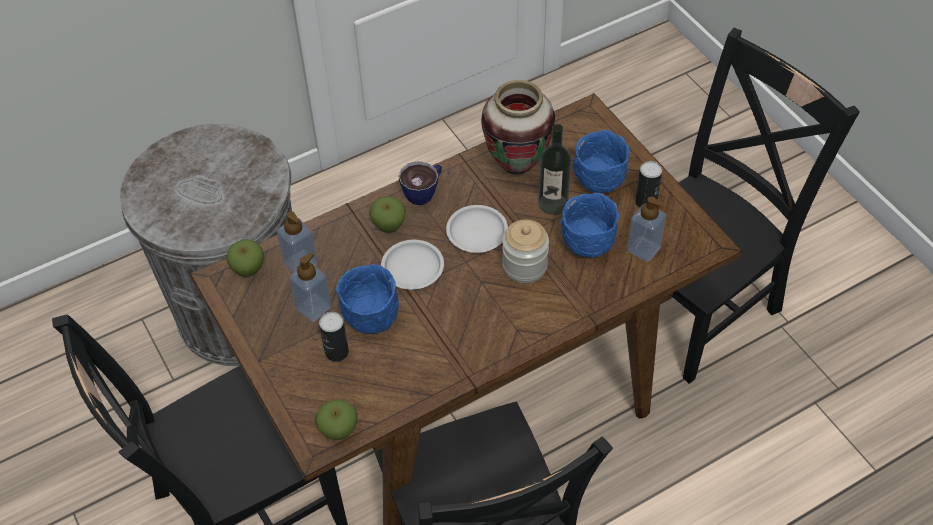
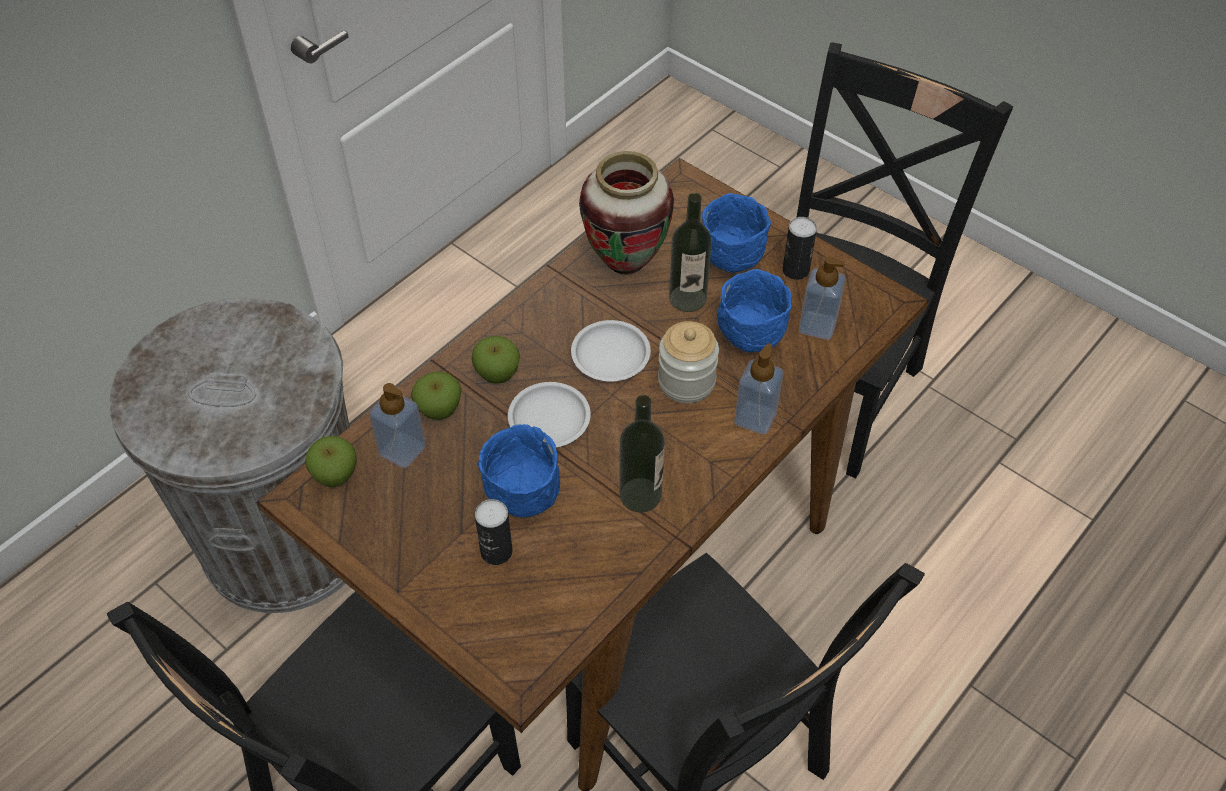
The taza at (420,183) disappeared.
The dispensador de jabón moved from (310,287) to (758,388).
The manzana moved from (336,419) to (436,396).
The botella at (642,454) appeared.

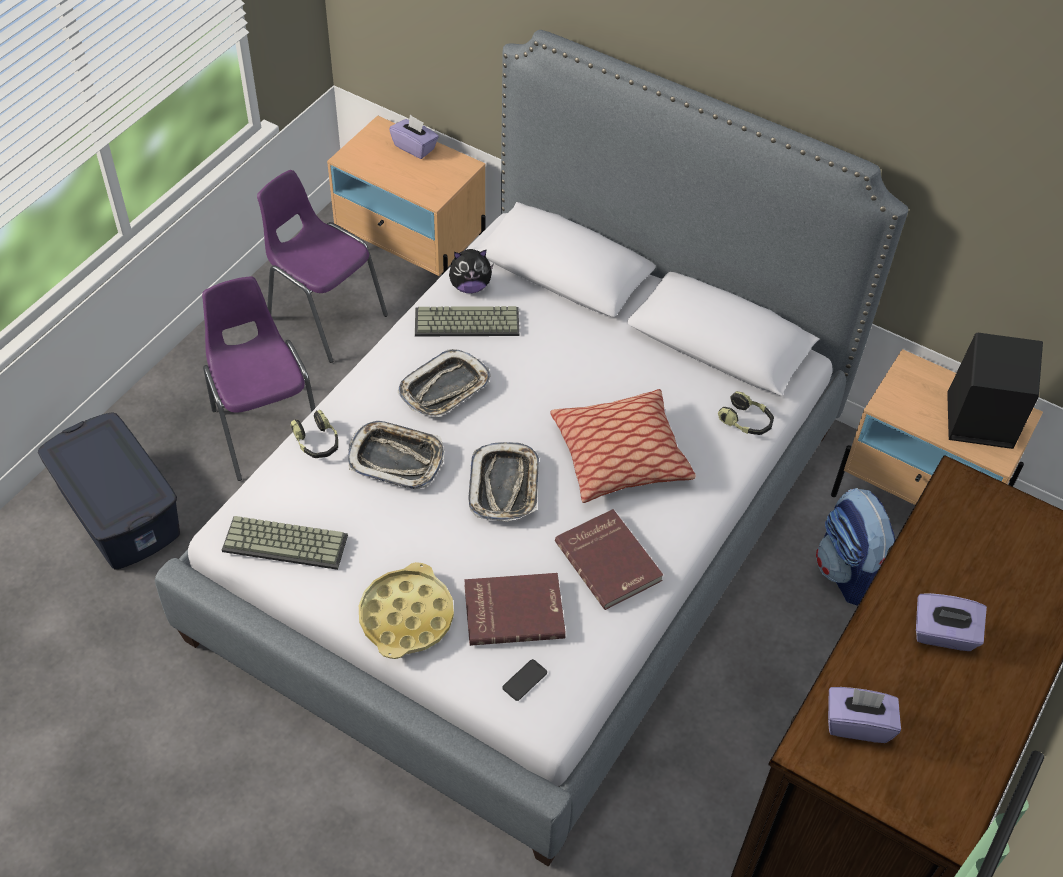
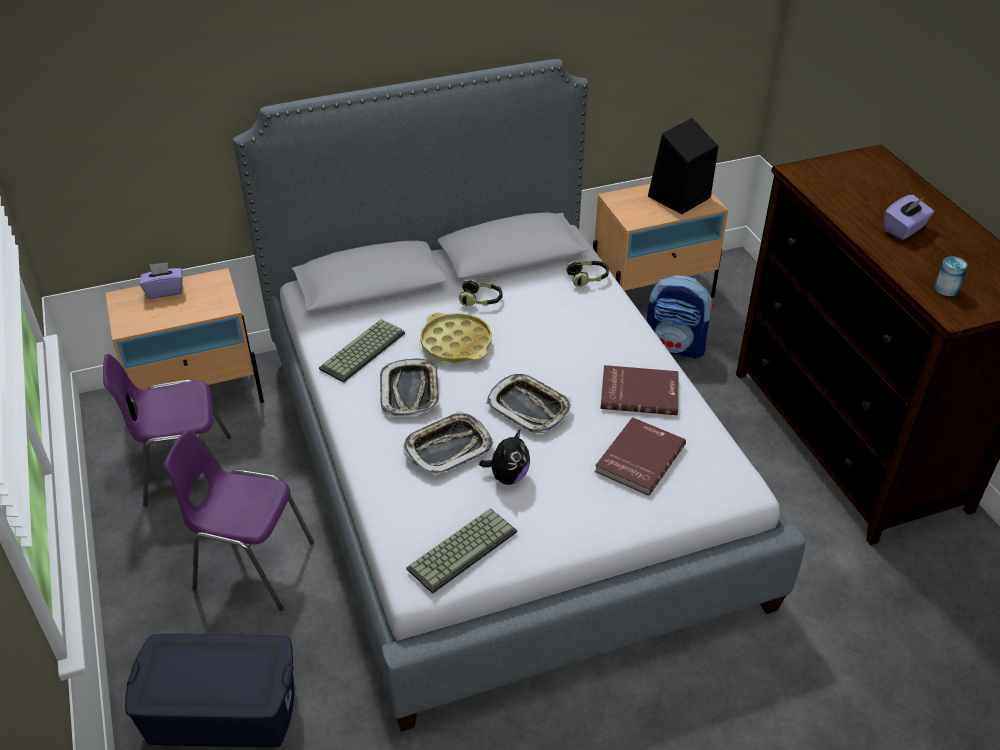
The peluche moved from (471,271) to (504,457).
The cojín at (623,446) disappeared.
The auriculares moved from (314,434) to (481,292).
The bandeja (amarillo) moved from (406,610) to (456,337).
The móvil at (524,680) disappeared.
The caja de pañuelos (morado) at (864,715) was replaced by the lata at (951,276).

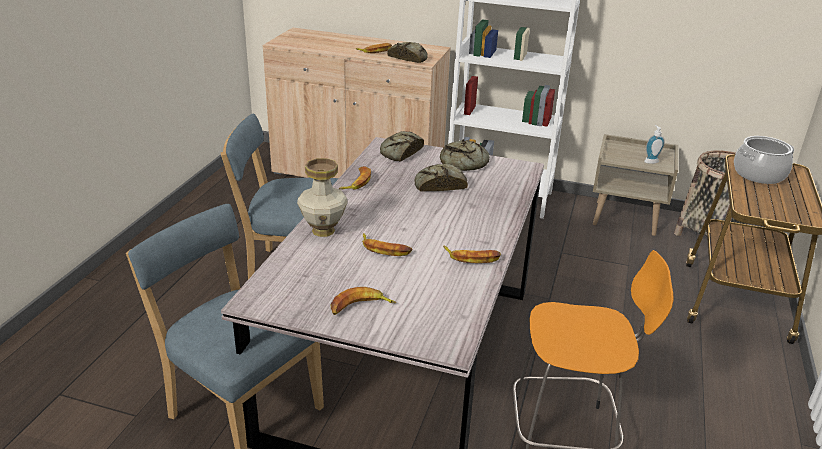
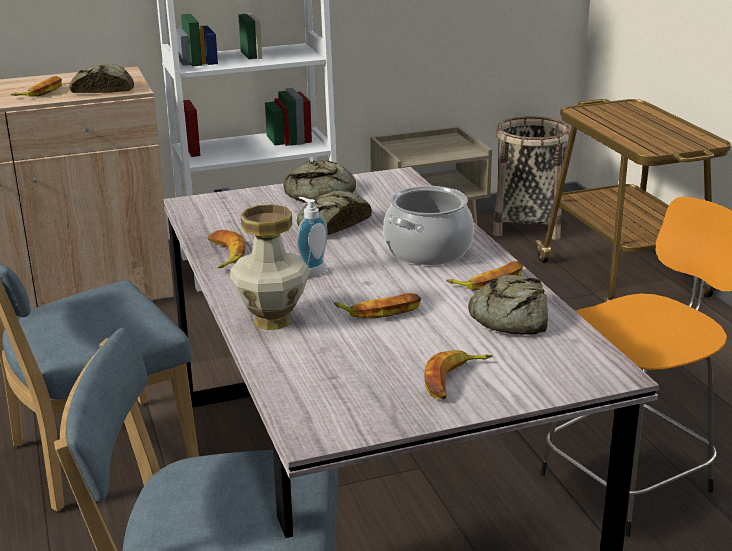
The dispensador de jabón moved from (654,144) to (312,237).
The pan moved from (402,146) to (508,304).
The olla moved from (764,160) to (428,225).

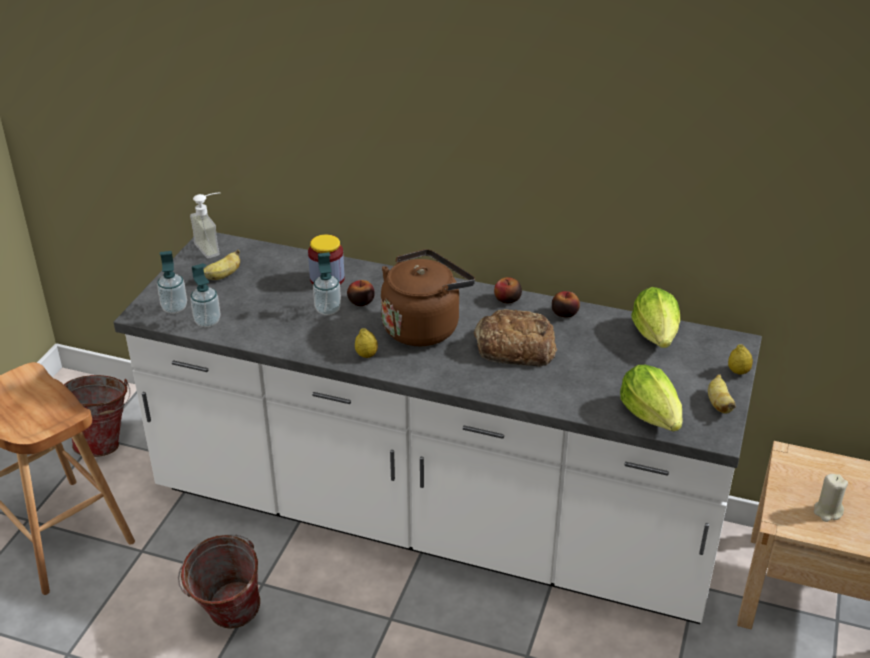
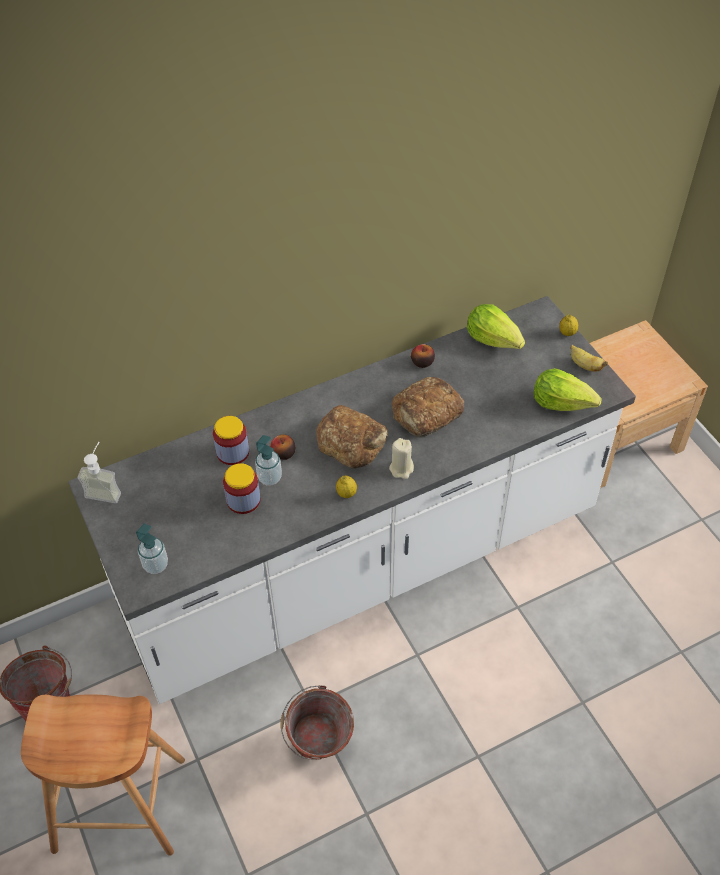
The hervidor (marrón) at (428,297) was replaced by the pan at (352,436).
The plátano at (222,265) disappeared.
The dispensador de jabón at (205,295) disappeared.
The manzana at (508,290) disappeared.
The vela (beis) moved from (831,498) to (401,458).
The tarro at (242,488) appeared.

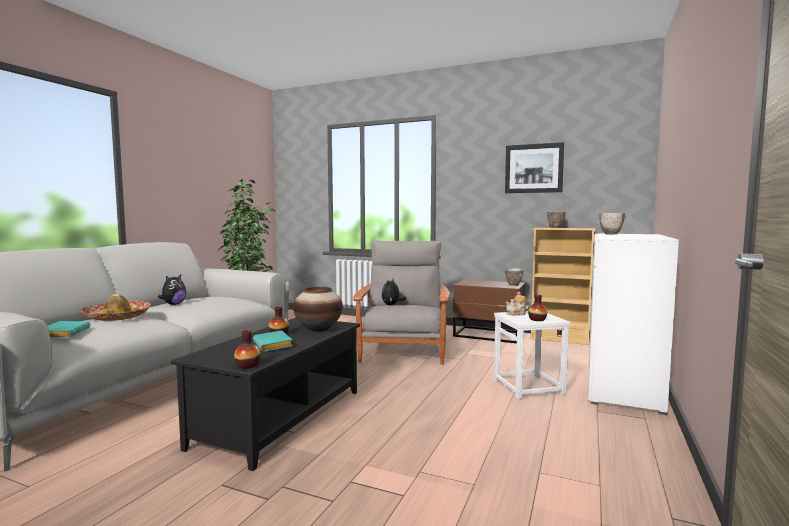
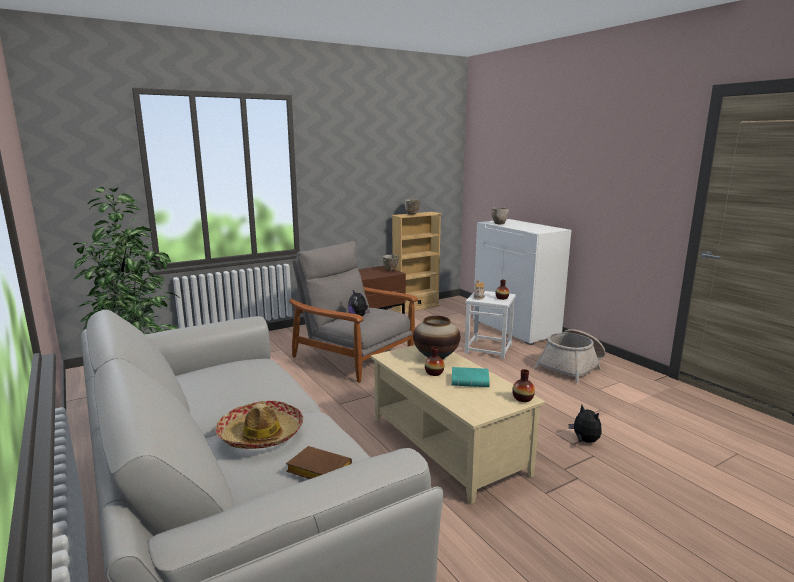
The cuadro at (534,167) disappeared.
The peluche moved from (172,289) to (585,424).
The mesa de centro (negro) at (265,394) became the mesa de centro (beis) at (458,424).
The libro (turquesa) at (69,329) became the libro (marrón) at (319,462).
The cesta at (570,356) appeared.

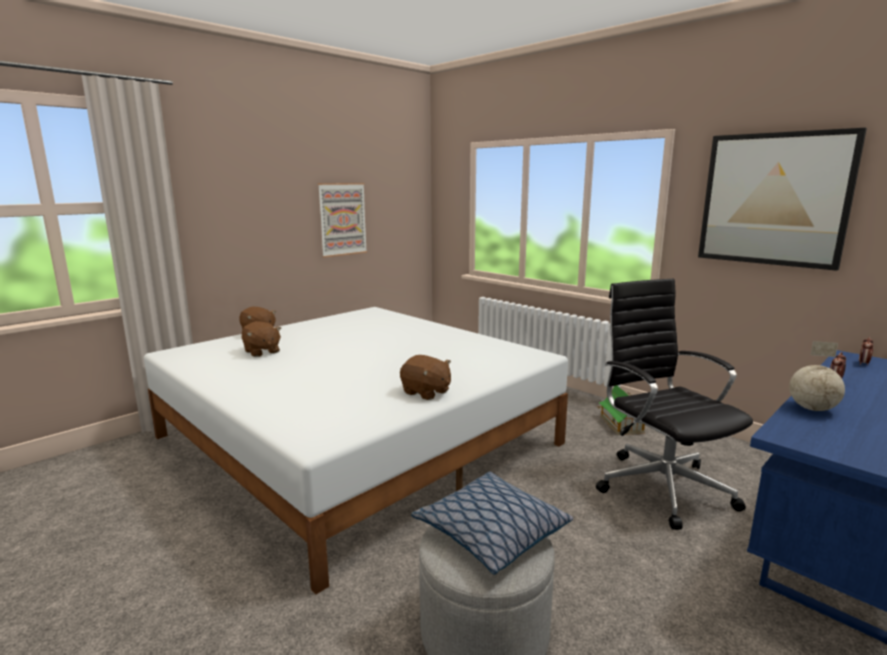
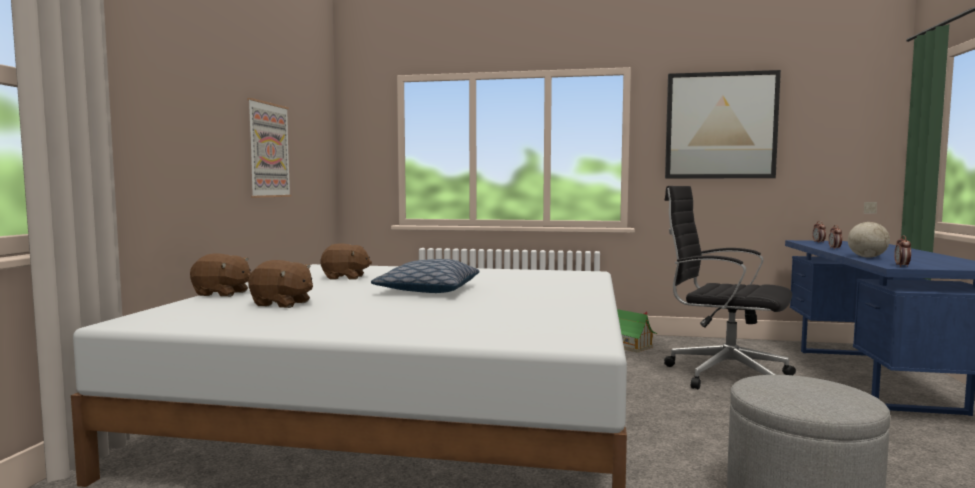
The peluche (marrón) moved from (425,377) to (346,261).
The cojín moved from (492,523) to (425,276).
The despertador at (902,251) appeared.

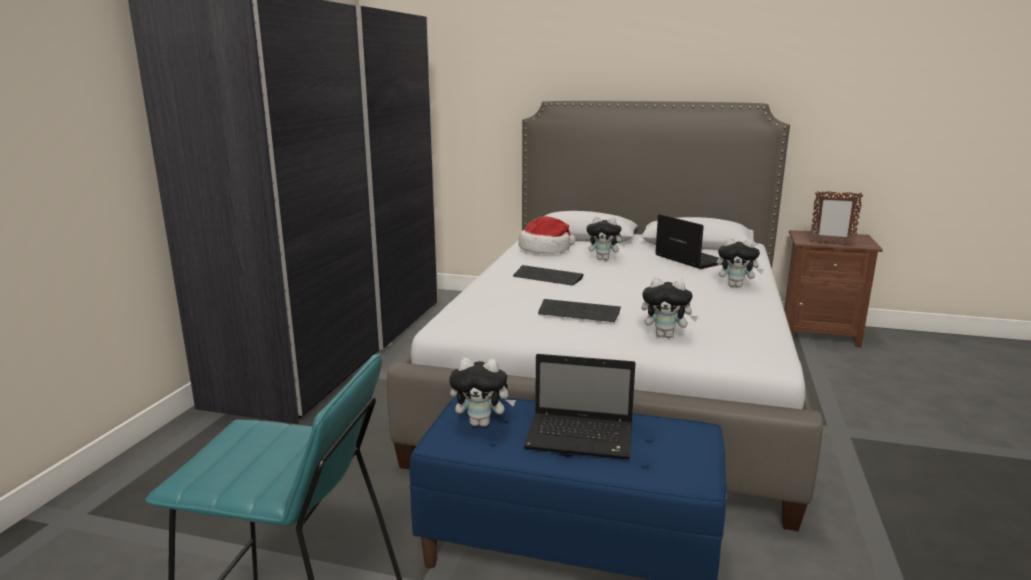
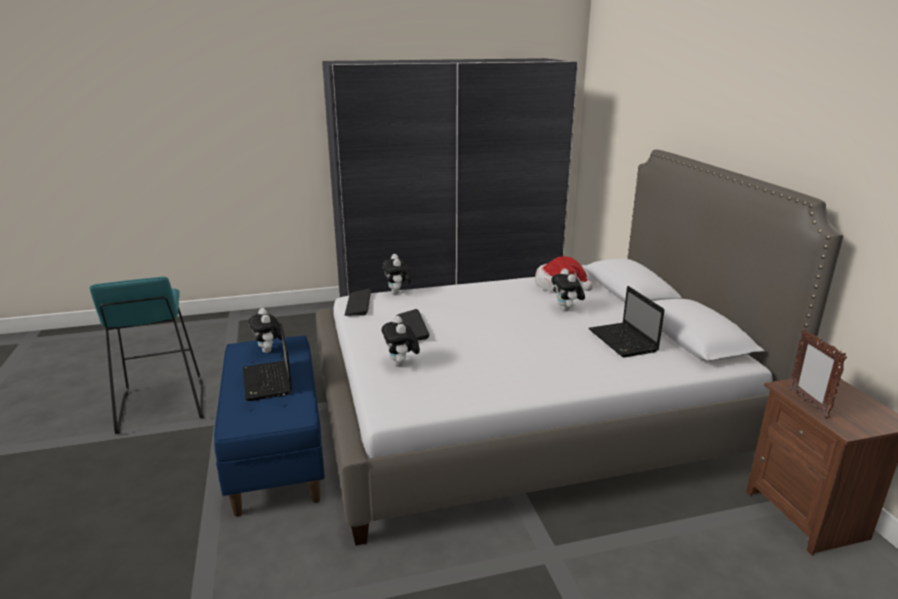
The portátil at (688,241) turned 135 degrees clockwise.
The peluche moved from (740,262) to (397,274).
The teclado moved from (548,275) to (358,302).

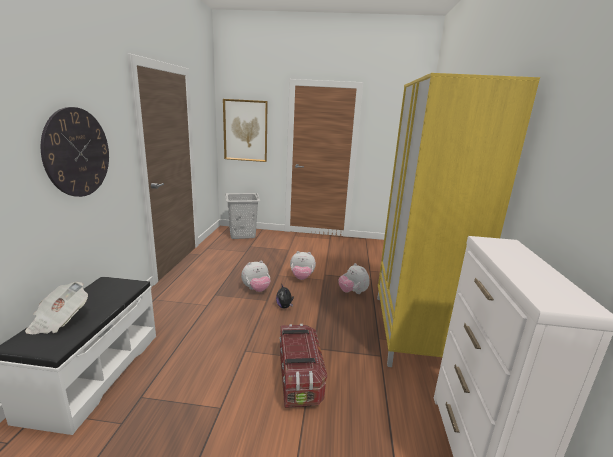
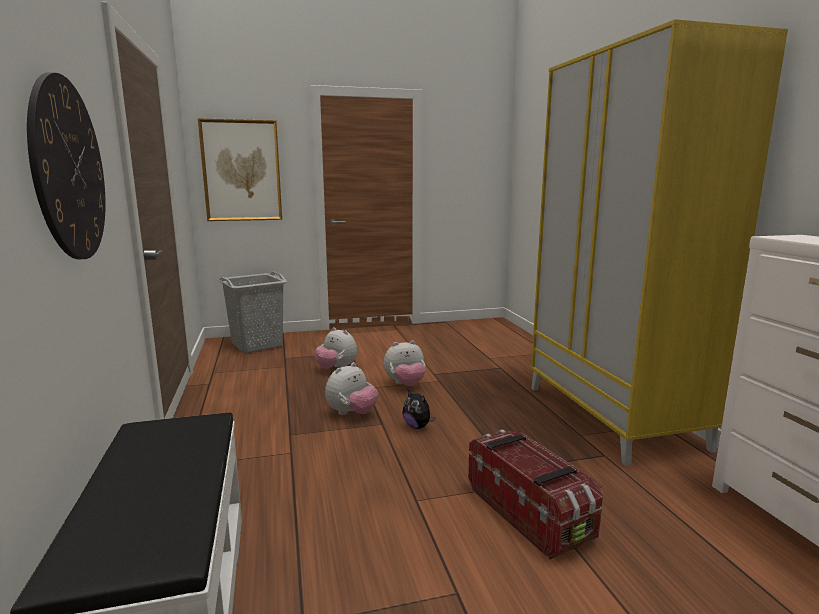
The peluche moved from (354,278) to (335,348).
The periódico at (56,308) disappeared.

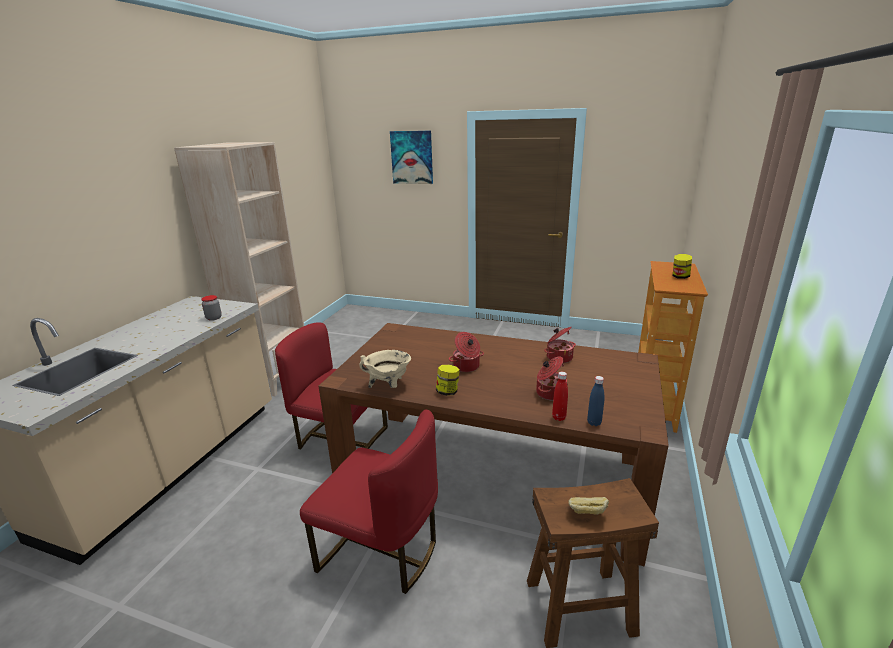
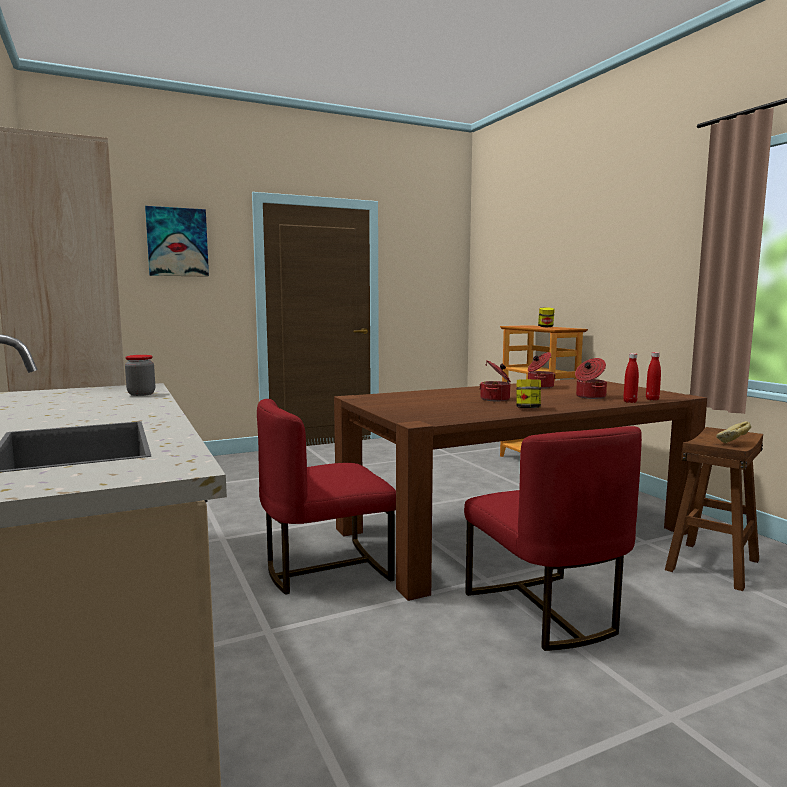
The olla (beis) at (385,369) disappeared.
The botella (azul) at (596,401) became the botella (rojo) at (653,376).
The silla (rojo) at (369,502) turned 90 degrees clockwise.

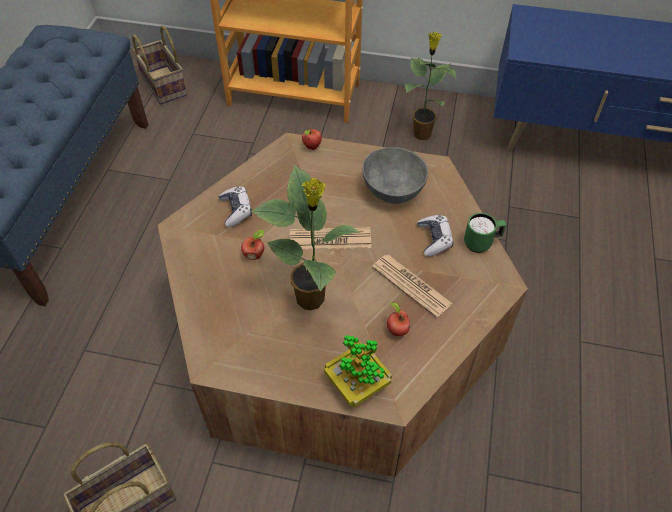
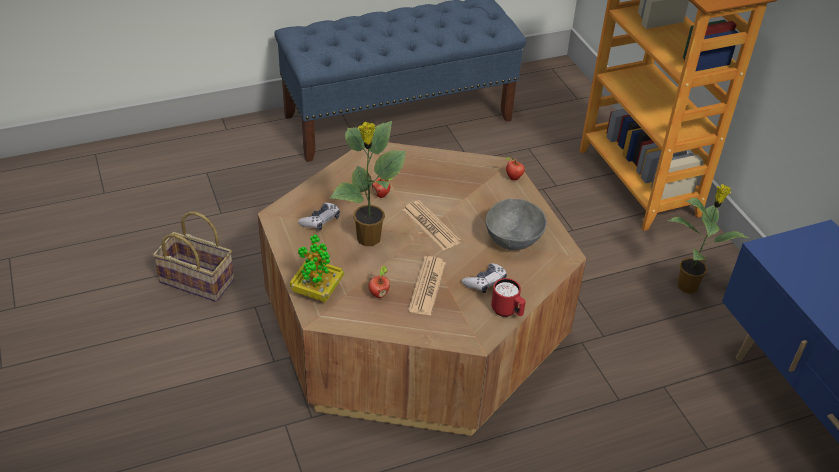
The cesta at (159,65) disappeared.
The mando de consola moved from (235,206) to (319,216).
The taza grande (verde) at (485,233) became the taza grande (rojo) at (508,297).

